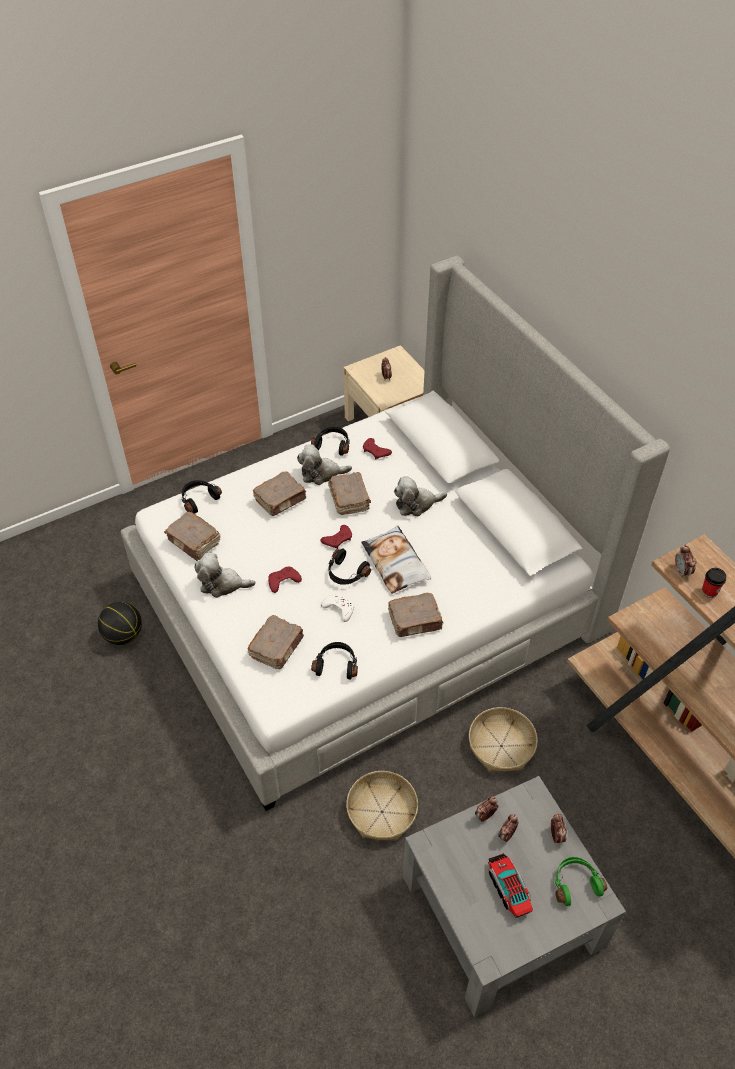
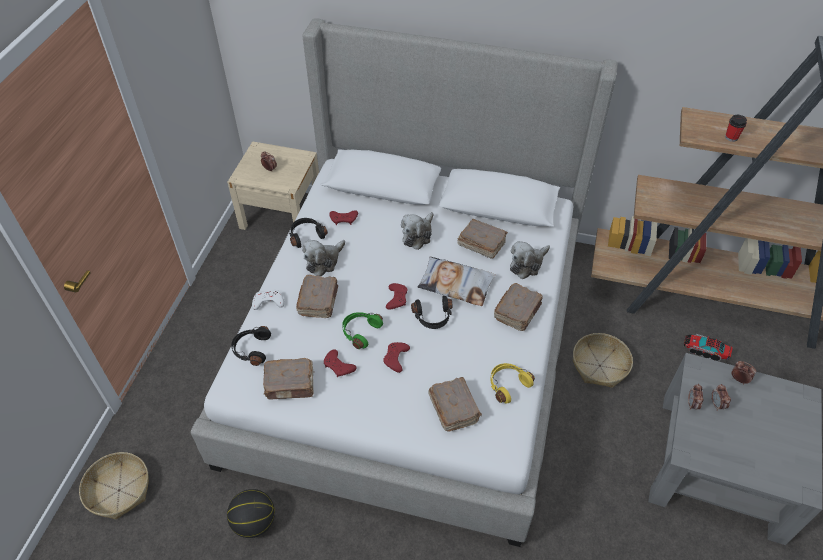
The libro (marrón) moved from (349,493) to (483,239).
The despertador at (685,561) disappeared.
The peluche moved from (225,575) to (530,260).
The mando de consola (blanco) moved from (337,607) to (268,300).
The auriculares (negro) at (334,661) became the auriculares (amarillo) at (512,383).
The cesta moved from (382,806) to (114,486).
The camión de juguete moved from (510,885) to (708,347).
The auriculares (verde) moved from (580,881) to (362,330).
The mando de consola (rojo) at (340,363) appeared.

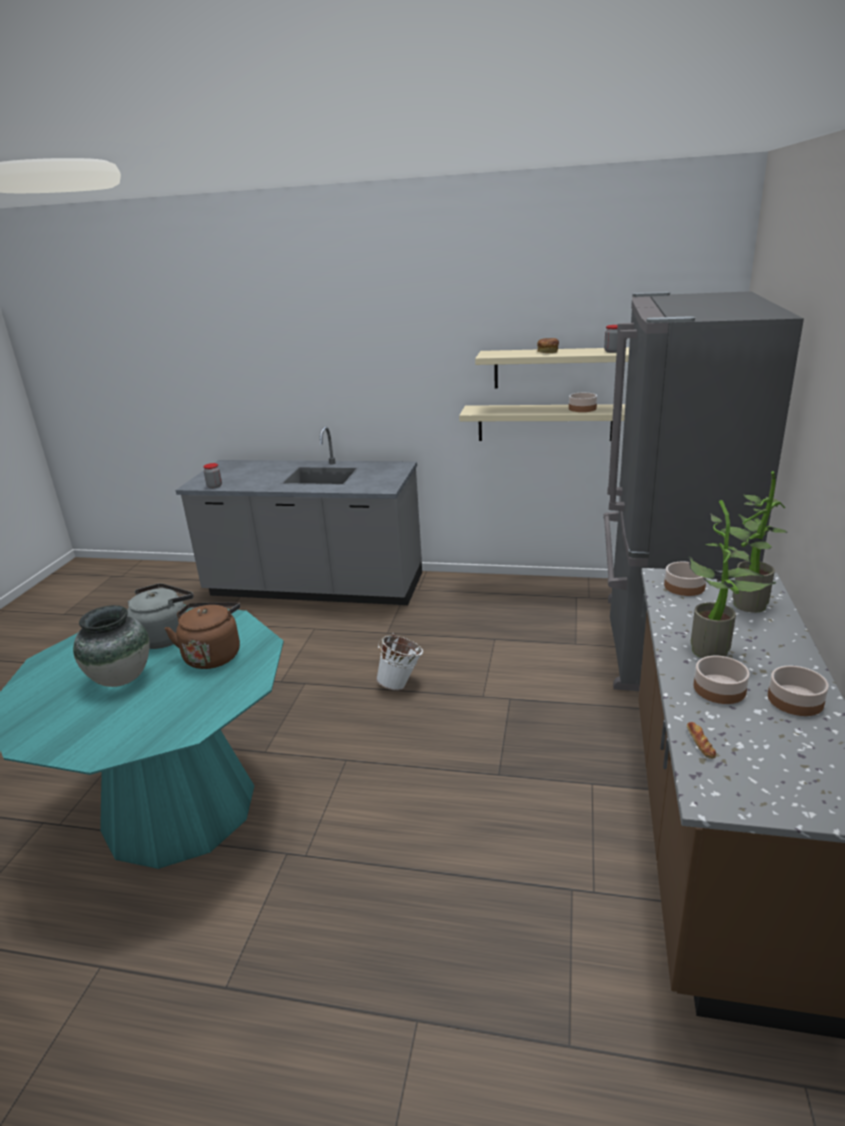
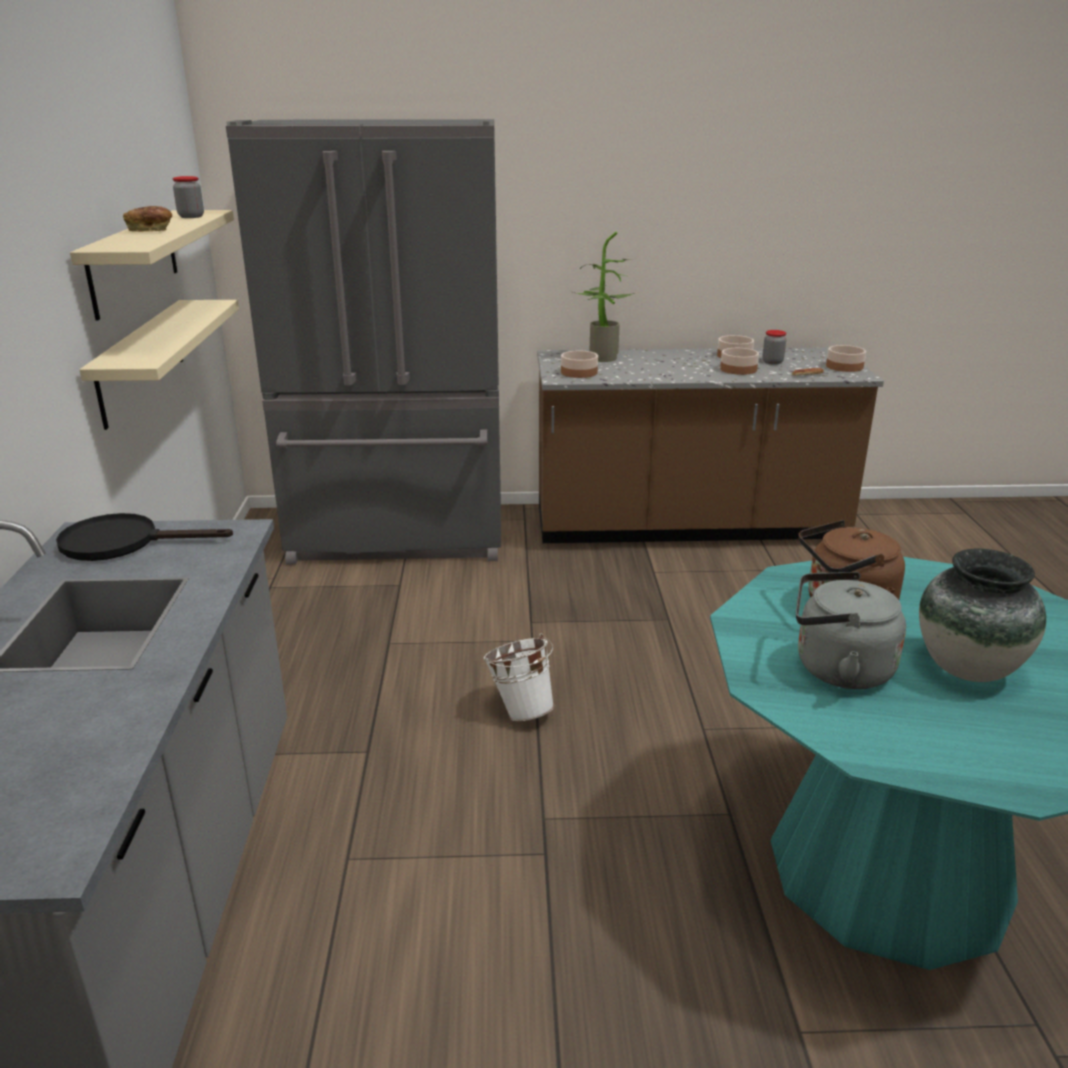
The cuenco moved from (583,402) to (846,358).
The tarro moved from (212,476) to (774,347).
The planta en maceta at (732,579) disappeared.
The sartén (negro) at (144,537) appeared.

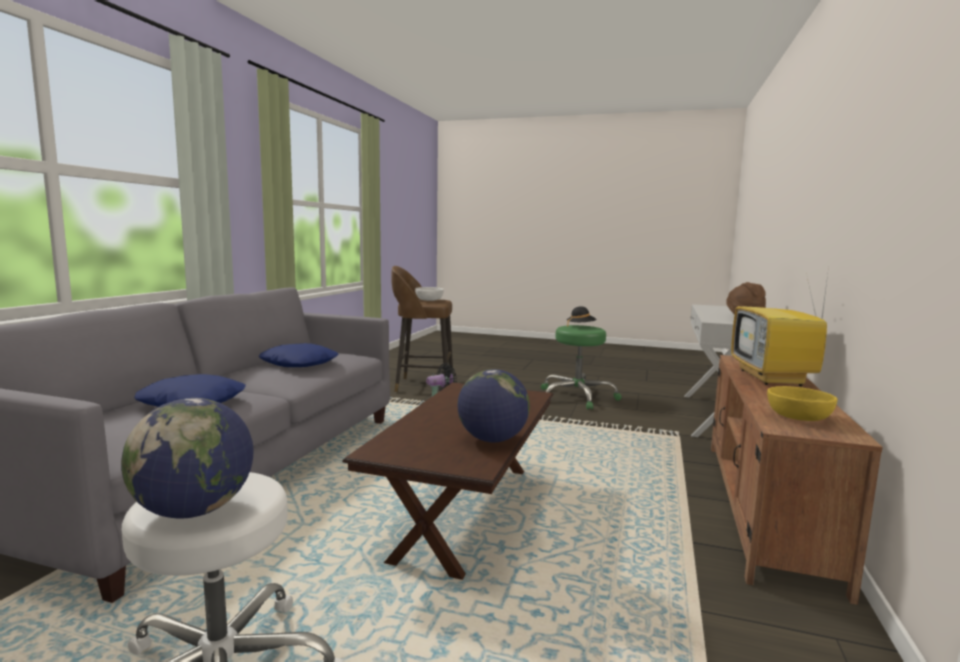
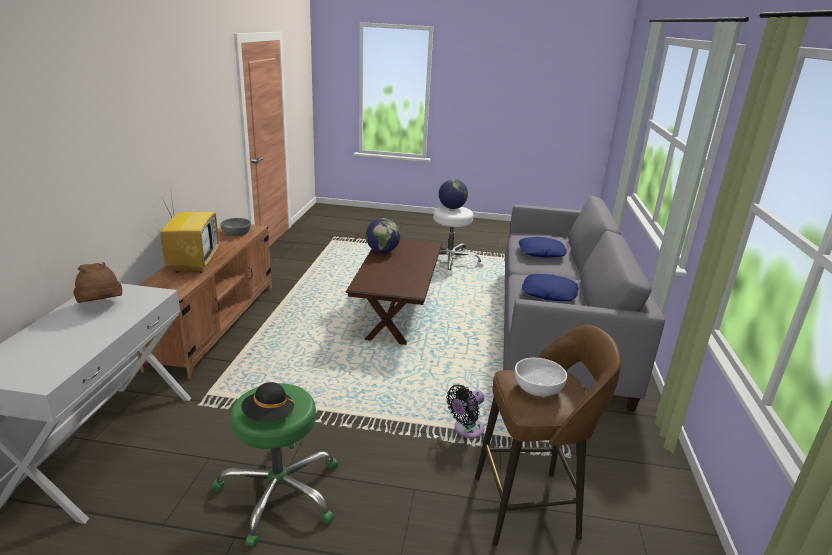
The cuenco (amarillo) at (802,403) became the cuenco (gris) at (235,227).

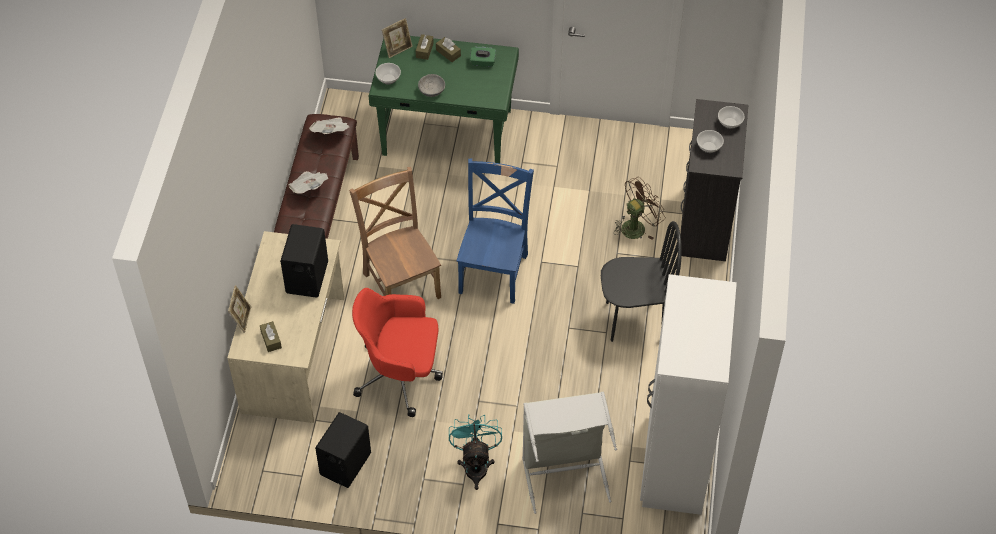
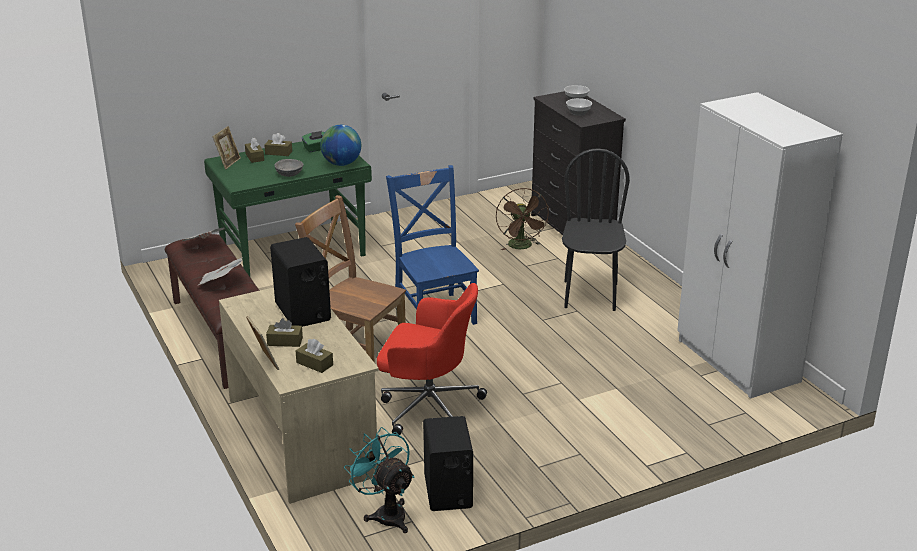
The cuenco at (388,74) disappeared.
The ventilador (marrón) at (639,208) turned 150 degrees clockwise.
The silla (negro) at (641,281) turned 45 degrees counterclockwise.
The silla de oficina (rojo) at (397,352) turned 135 degrees counterclockwise.
The cesto de la ropa (gris) at (569,453) disappeared.
The ventilador (turquesa) moved from (475,452) to (379,480).
The globo terráqueo at (340,145) appeared.
The caja de pañuelos (marrón) at (284,332) appeared.

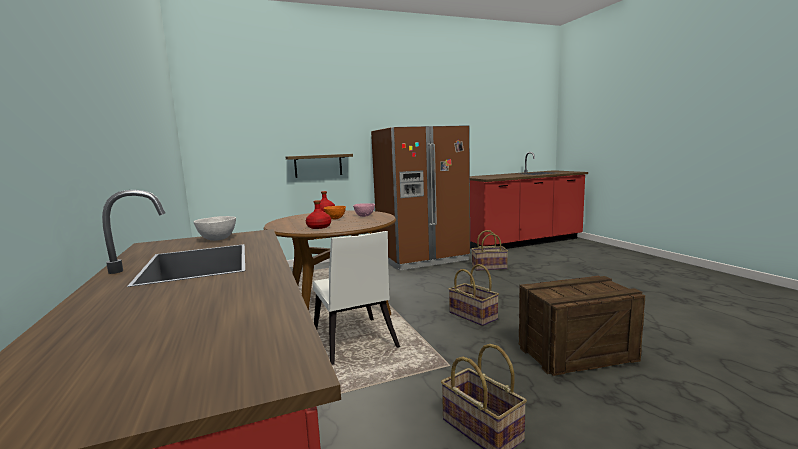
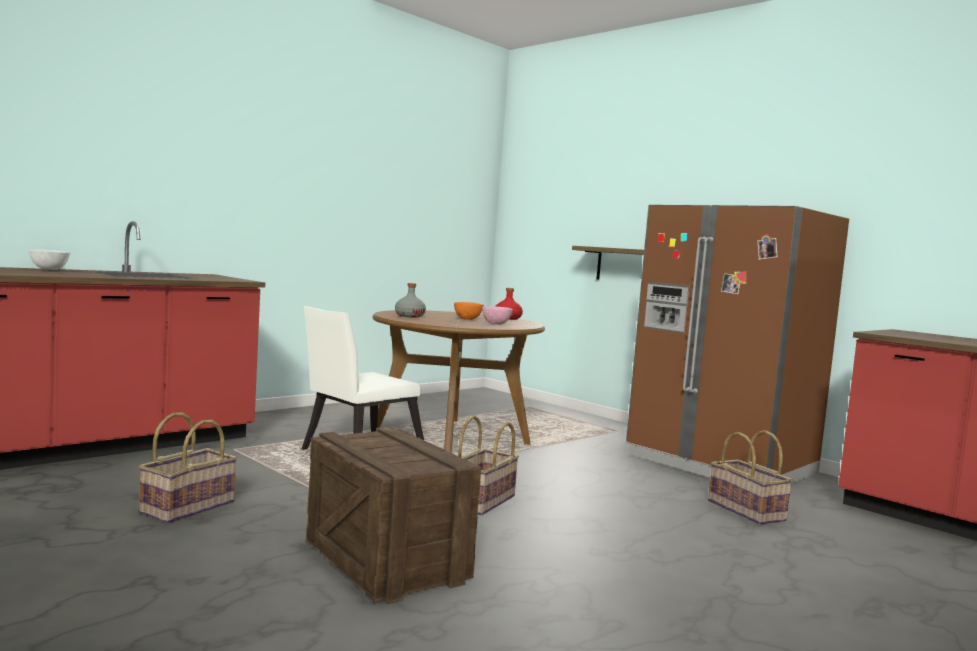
The botella (rojo) at (318,214) became the botella (gris) at (410,300).
The cuenco (blanco) moved from (214,228) to (49,259).

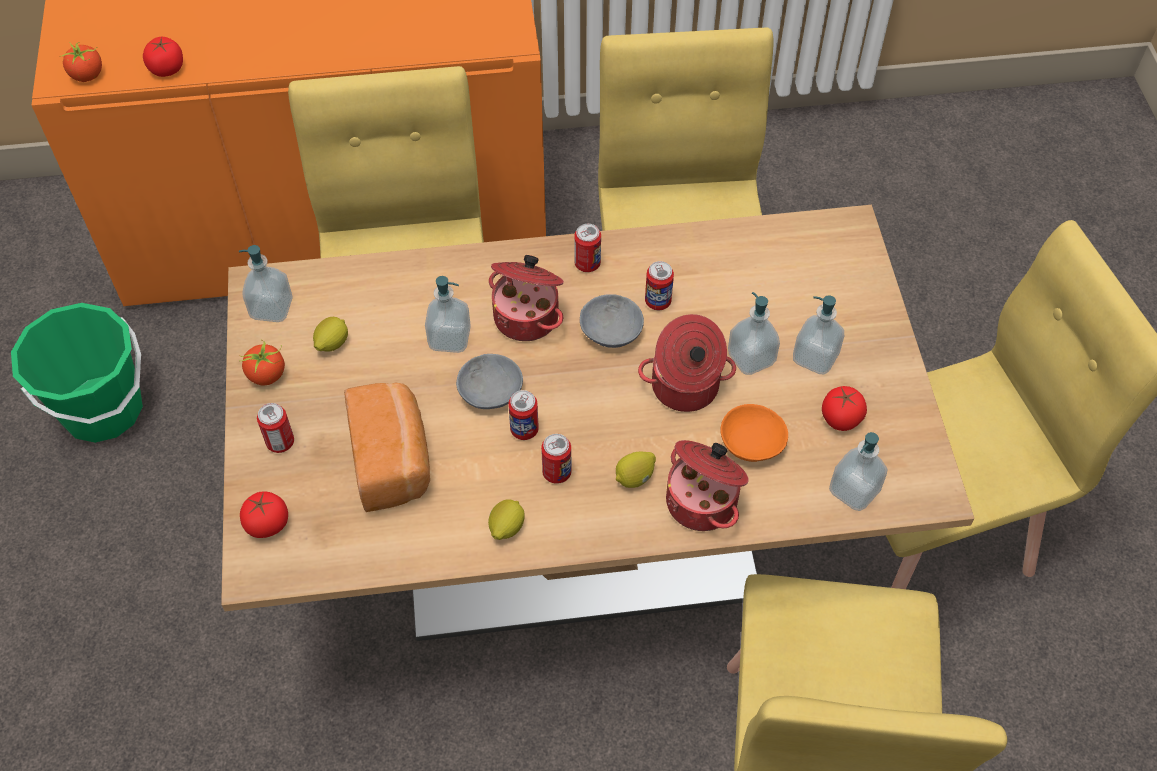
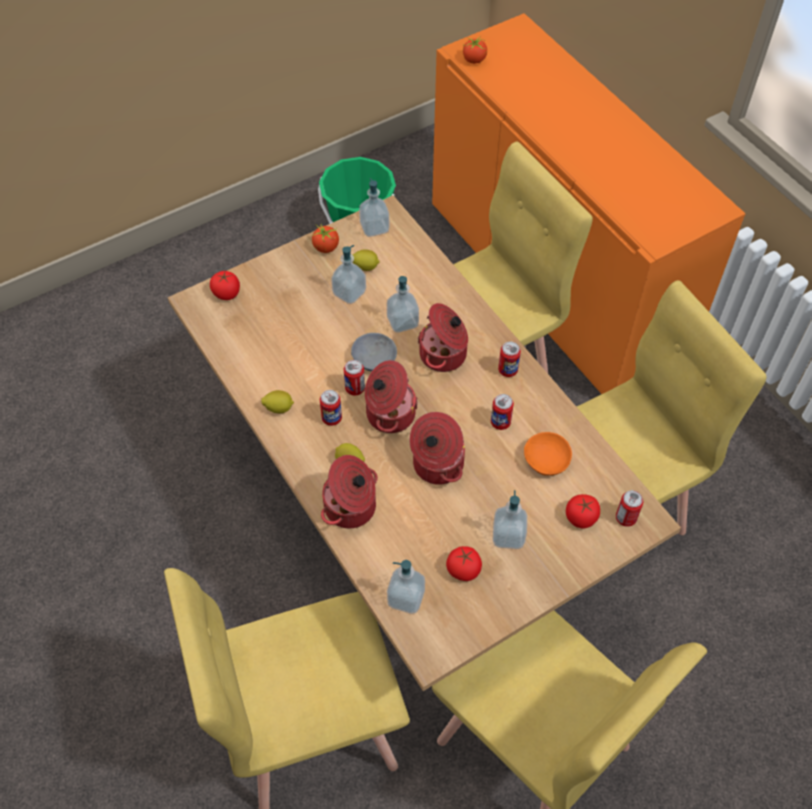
The tomate moved from (163,57) to (583,511).
The dispensador de jabón moved from (754,333) to (348,274).
The cuenco (gris) at (612,321) disappeared.
The pan at (387,447) disappeared.
The lata moved from (275,428) to (629,508).
The cuenco (naranja) moved from (754,433) to (548,454).
The olla at (391,396) appeared.

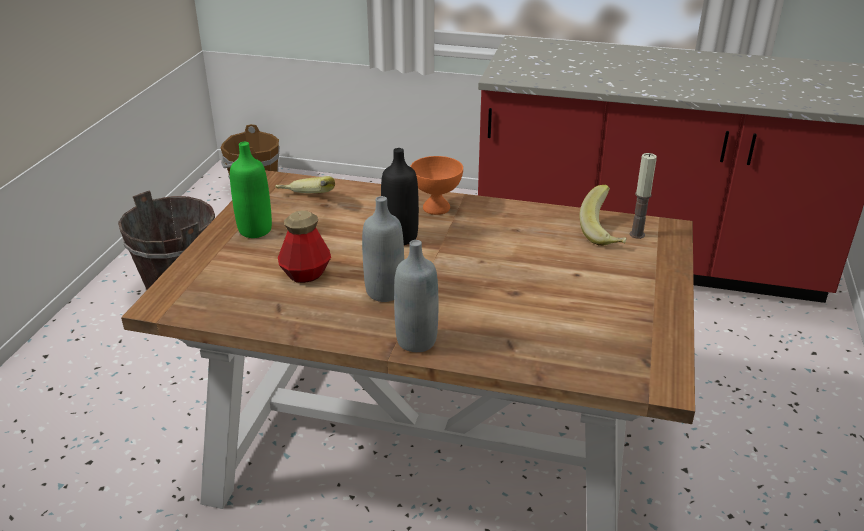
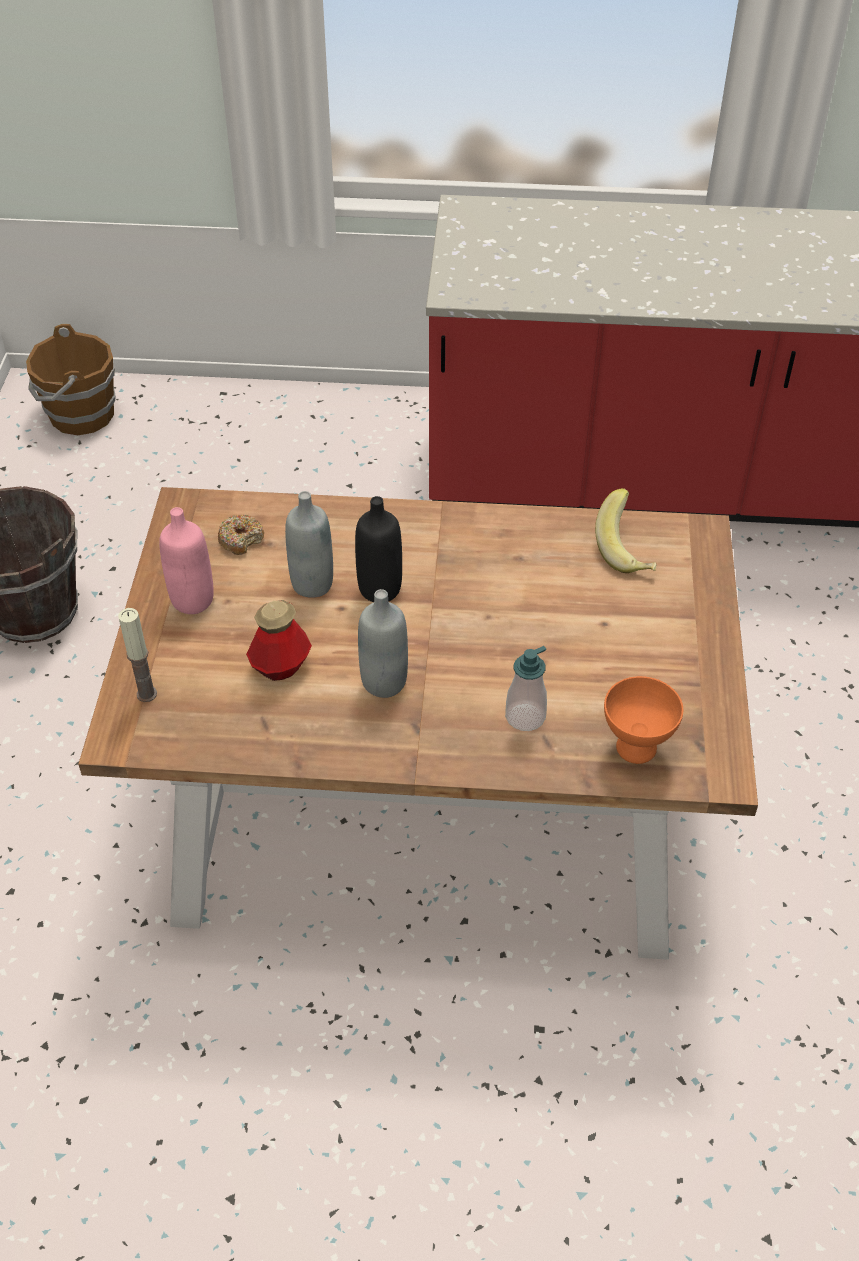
The botella (verde) at (251,190) became the botella (rosa) at (186,560).
The vela moved from (643,196) to (137,655).
The cuenco (naranja) moved from (436,185) to (643,720).
The plátano at (305,185) was replaced by the rosquilla at (241,535).
The botella (gris) moved from (416,296) to (309,544).
The dispensador de jabón at (526,688) appeared.

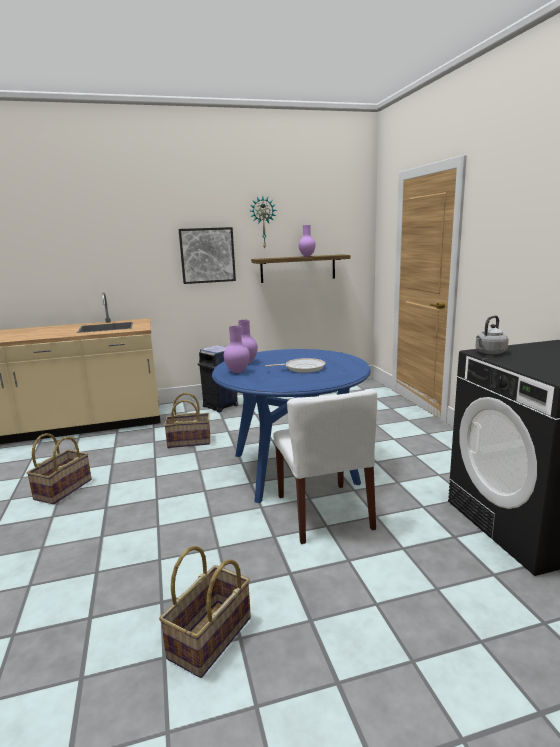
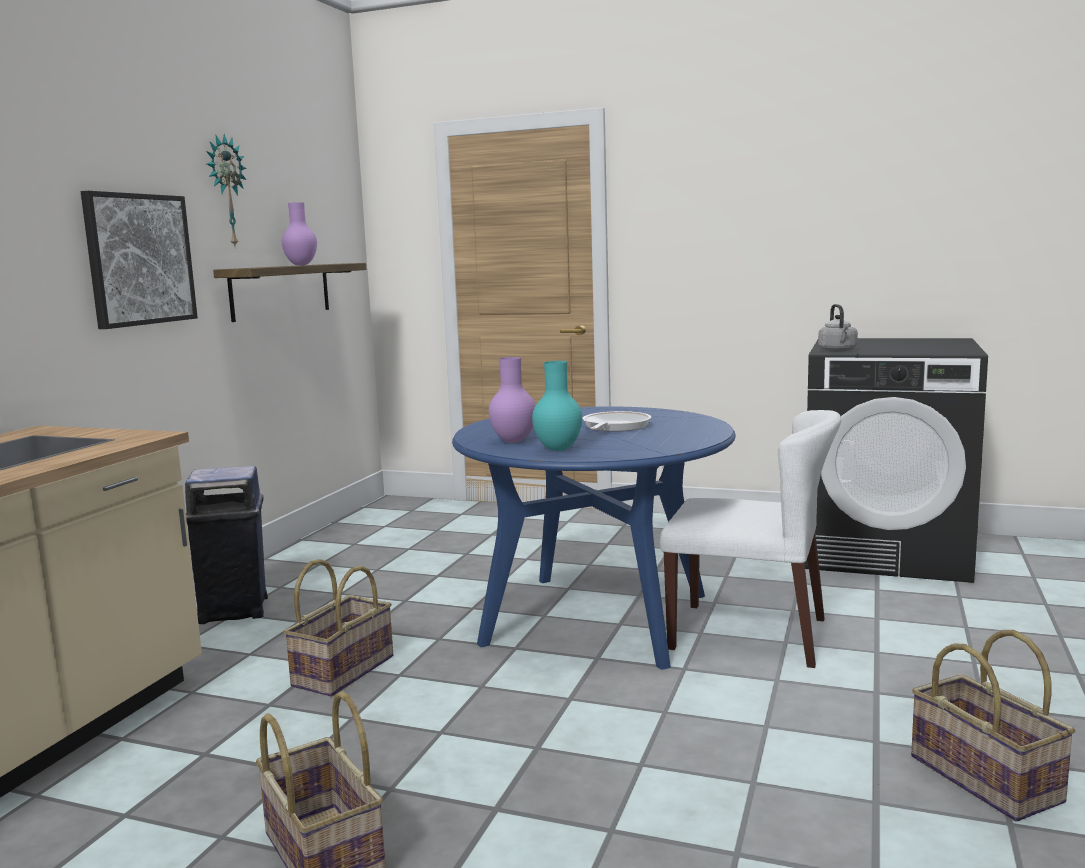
The florero (morado) at (237,349) became the florero (turquesa) at (557,406).

